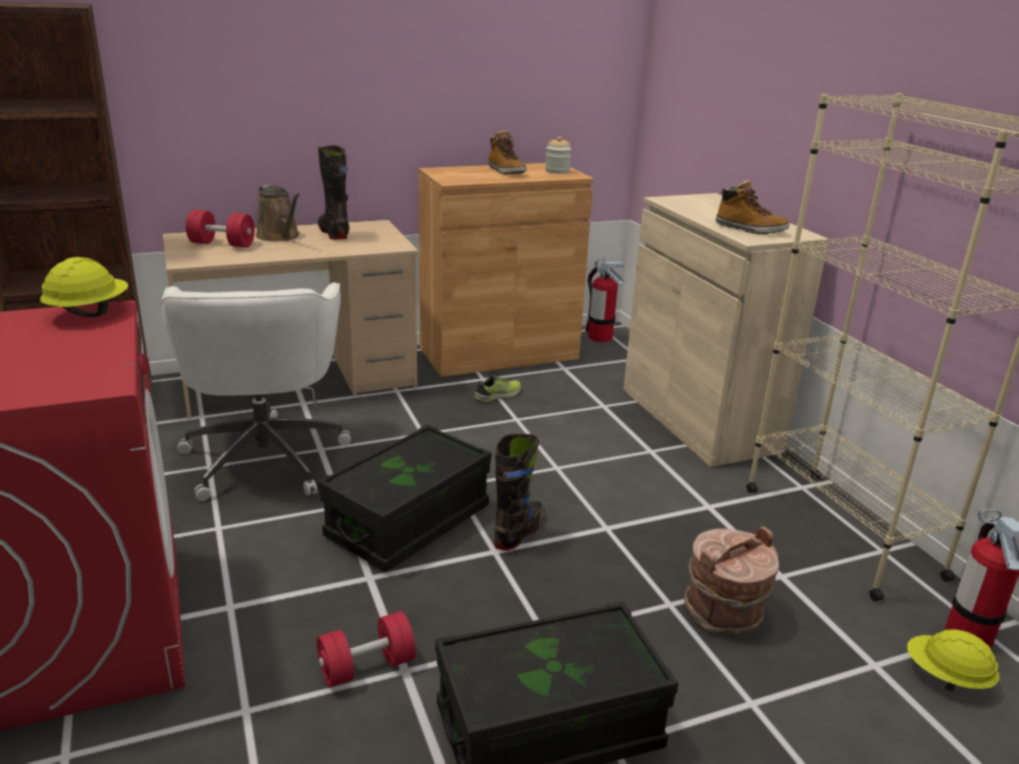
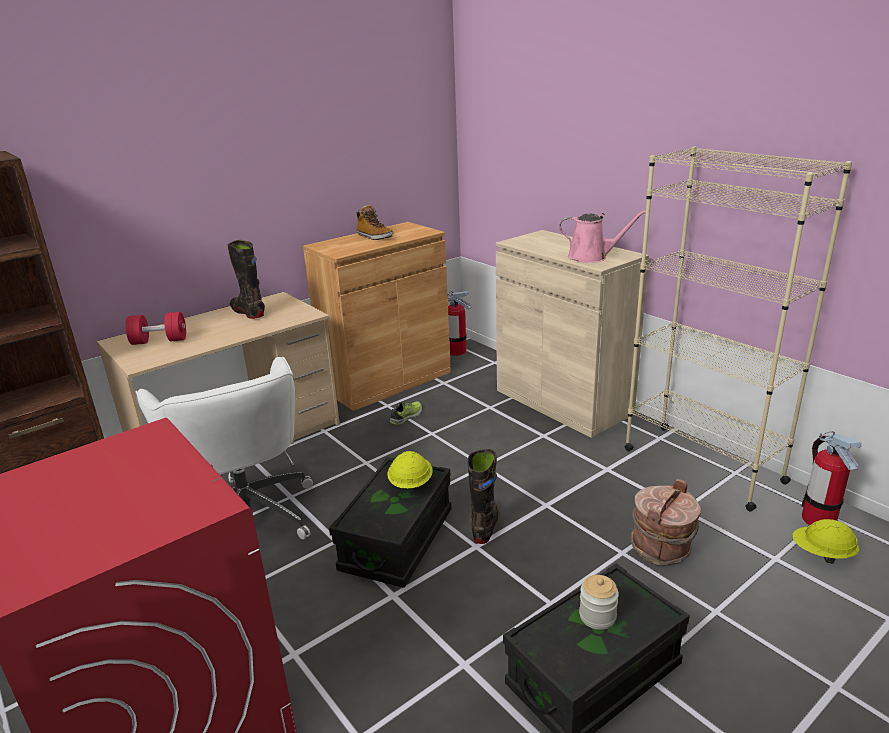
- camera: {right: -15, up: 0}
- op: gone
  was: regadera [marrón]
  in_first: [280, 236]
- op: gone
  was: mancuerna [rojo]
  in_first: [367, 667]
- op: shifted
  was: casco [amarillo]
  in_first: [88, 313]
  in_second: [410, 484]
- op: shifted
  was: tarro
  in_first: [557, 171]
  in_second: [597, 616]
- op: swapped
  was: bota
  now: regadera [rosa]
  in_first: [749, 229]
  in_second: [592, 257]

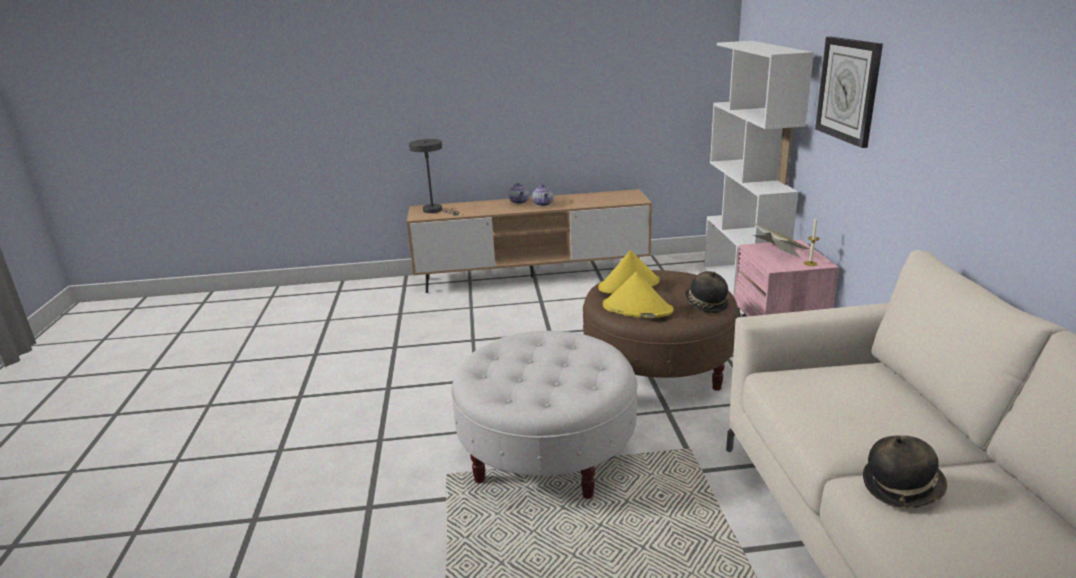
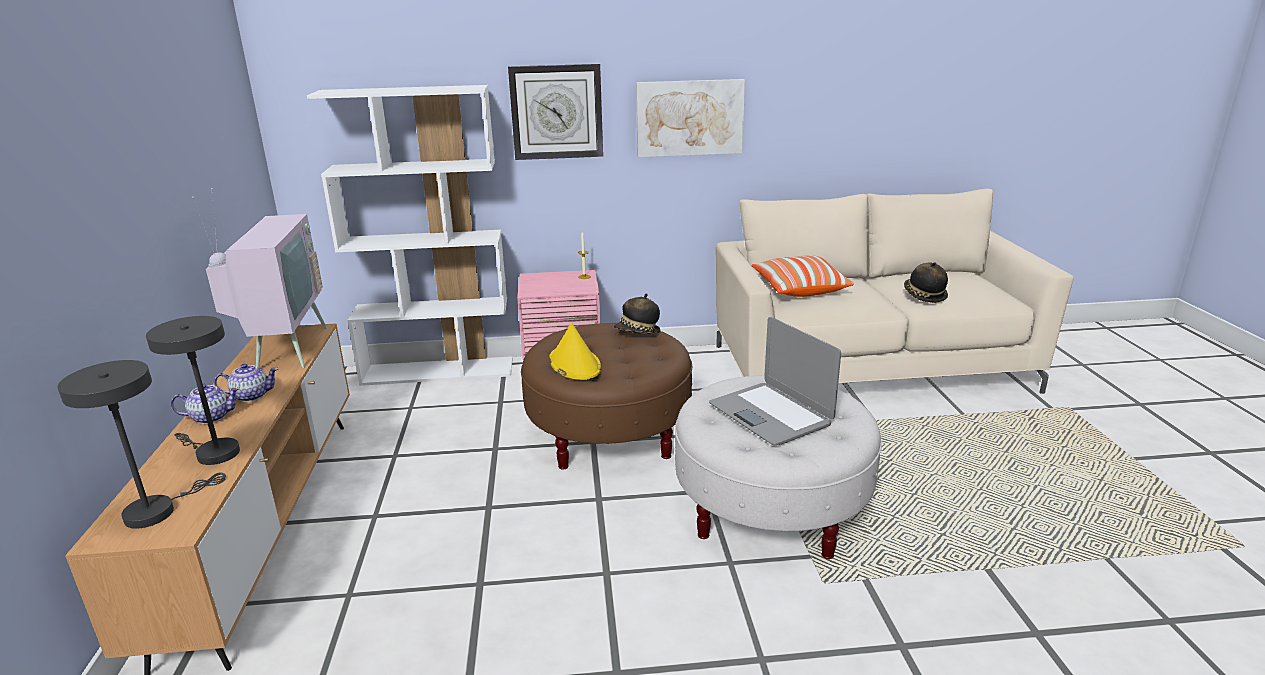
- camera: {right: -90, up: 0}
- op: gone
  was: sombrero [amarillo]
  in_first: [637, 308]
- op: gone
  was: libro
  in_first: [778, 251]
- op: new
  now: lámpara de mesa [gris]
  in_second: [213, 452]
- op: new
  now: televisor
  in_second: [284, 348]
- op: new
  now: cuadro
  in_second: [689, 117]
- op: new
  now: portátil
  in_second: [770, 414]
- op: new
  now: cojín
  in_second: [799, 289]

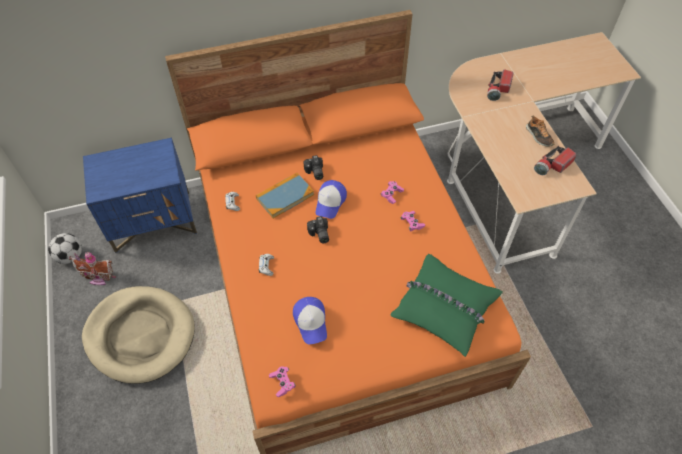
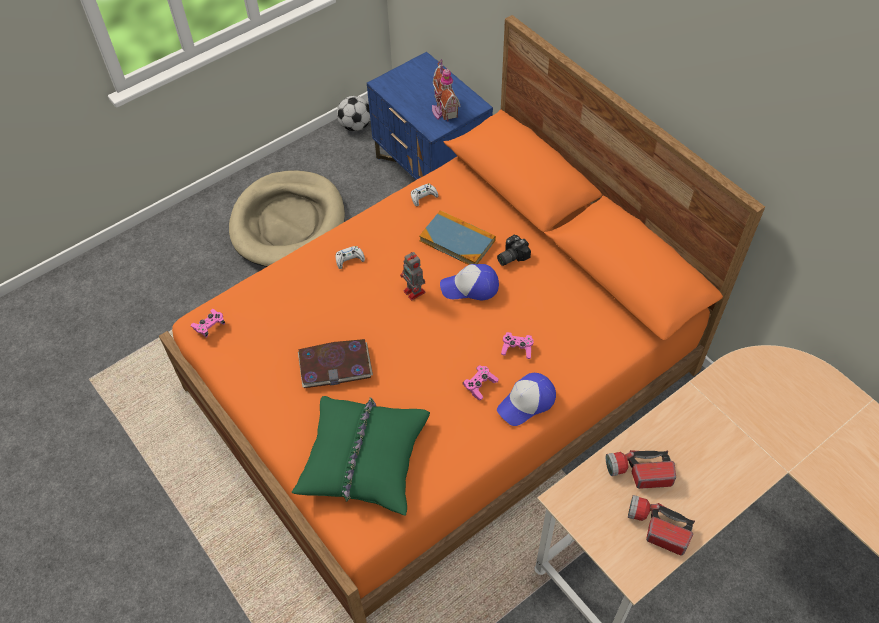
- camera: {right: 70, up: 0}
- op: gone
  was: zapato
  in_first: [538, 136]
- op: new
  now: libro
  in_second: [335, 365]
- op: shifted
  was: casita
  in_first: [99, 277]
  in_second: [443, 110]
- op: shifted
  was: gorra
  in_first: [311, 322]
  in_second: [527, 402]
- op: shifted
  was: linterna
  in_first: [498, 90]
  in_second: [638, 472]
- op: swapped
  was: cámara
  now: robot de juguete
  in_first: [319, 234]
  in_second: [415, 292]

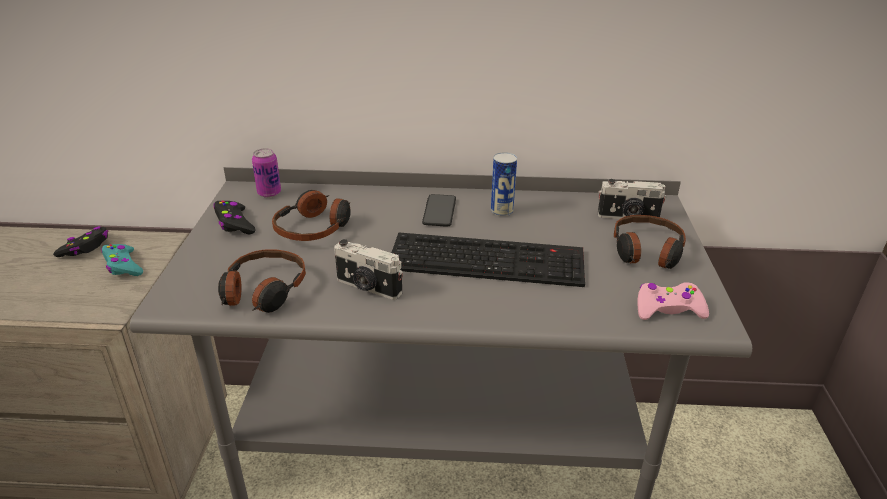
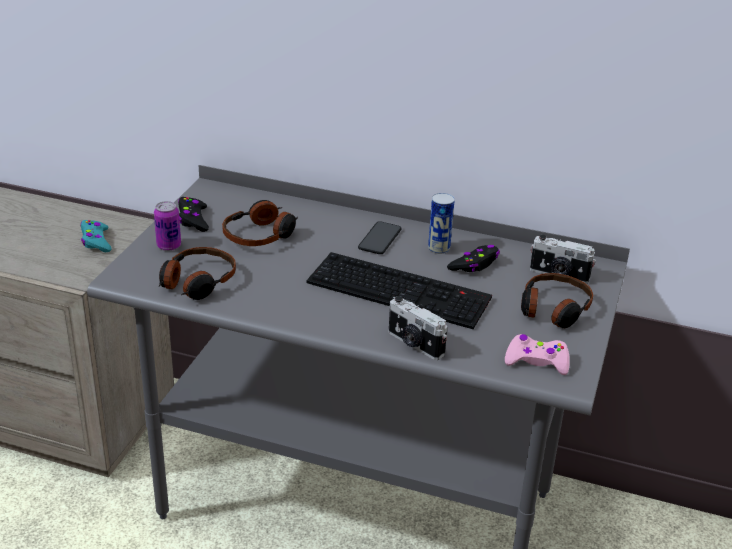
- camera: {right: 15, up: 0}
- op: shifted
  was: mando de consola [negro]
  in_first: [85, 248]
  in_second: [474, 265]
- op: shifted
  was: lata
  in_first: [269, 193]
  in_second: [169, 246]
- op: shifted
  was: cámara
  in_first: [368, 287]
  in_second: [414, 344]

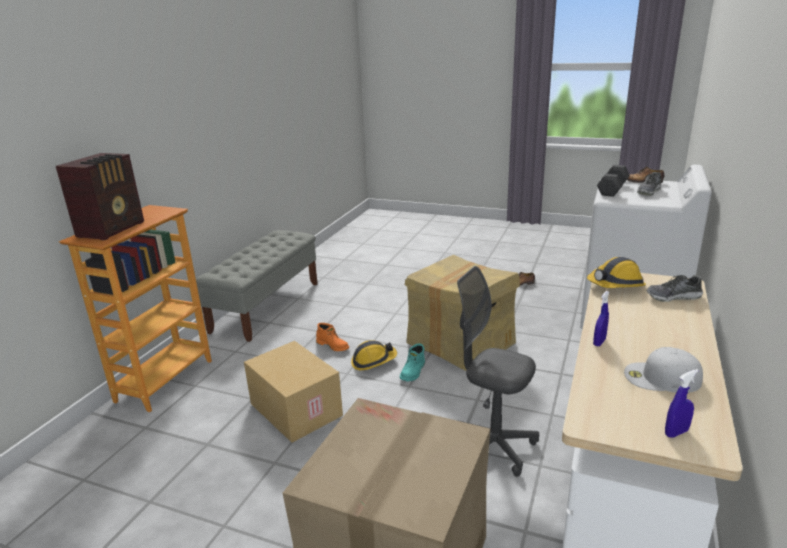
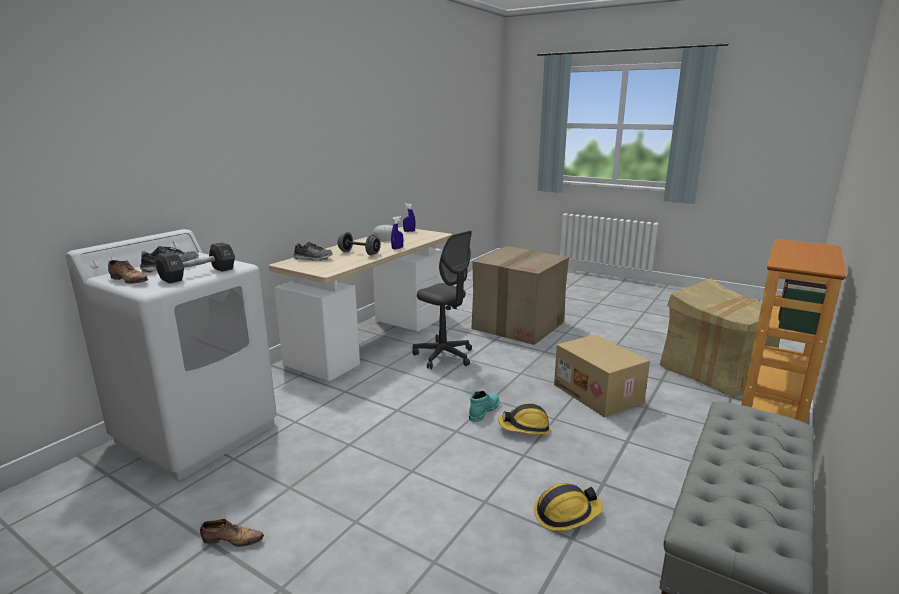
- camera: {right: -170, up: -5}
- op: gone
  was: radio
  in_first: [113, 229]
- op: gone
  was: bota [naranja]
  in_first: [333, 346]
- op: new
  now: mancuerna [gris]
  in_second: [359, 253]
- op: shifted
  was: caja de cartón
  in_first: [461, 344]
  in_second: [715, 372]
- op: shifted
  was: casco
  in_first: [615, 285]
  in_second: [566, 513]

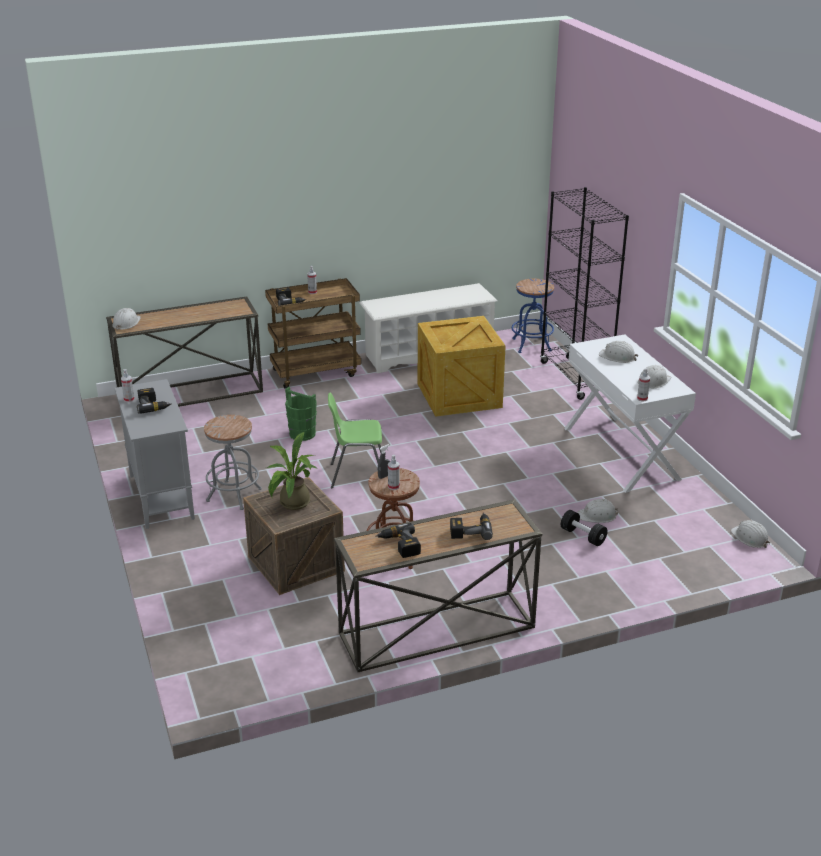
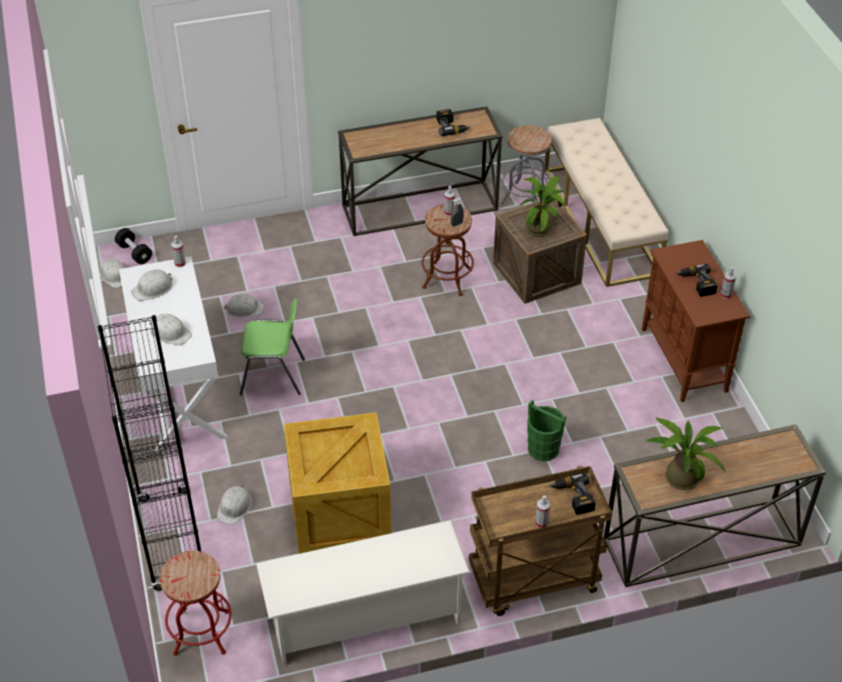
- camera: {right: -175, up: 15}
- op: gone
  was: taladro
  in_first: [470, 530]
- op: new
  now: banco [beis]
  in_second: [600, 221]
- op: new
  now: planta en maceta
  in_second: [679, 475]
- op: shifted
  was: casco [blanco]
  in_first: [126, 323]
  in_second: [234, 507]
- op: shifted
  was: taburete [gris]
  in_first: [234, 495]
  in_second: [525, 198]
- op: shifted
  was: silla [verde]
  in_first: [357, 475]
  in_second: [273, 377]
- op: shifted
  was: mancuerna [negro]
  in_first: [583, 536]
  in_second: [134, 253]
- op: repainted
  was: armario [gris]
  now: armario [marrón]
  in_first: [161, 496]
  in_second: [684, 360]
- op: repainted
  was: taburete [azul]
  now: taburete [rojo]
  in_first: [531, 345]
  in_second: [201, 632]

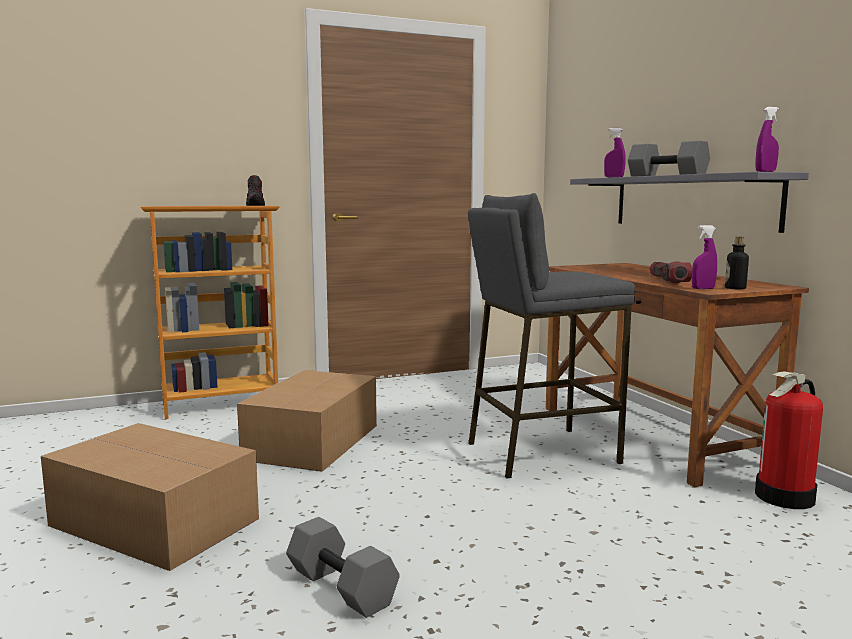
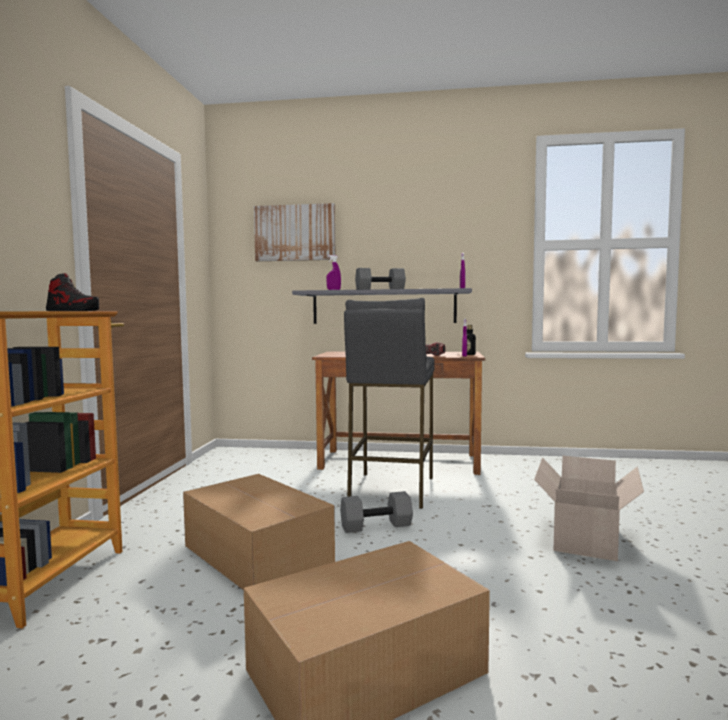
- camera: {right: -60, up: -5}
- op: gone
  was: extintor
  in_first: [785, 497]
- op: new
  now: cuadro
  in_second: [295, 233]
- op: new
  now: caja de cartón
  in_second: [584, 539]
- op: shifted
  was: mancuerna [gris]
  in_first: [343, 587]
  in_second: [376, 525]

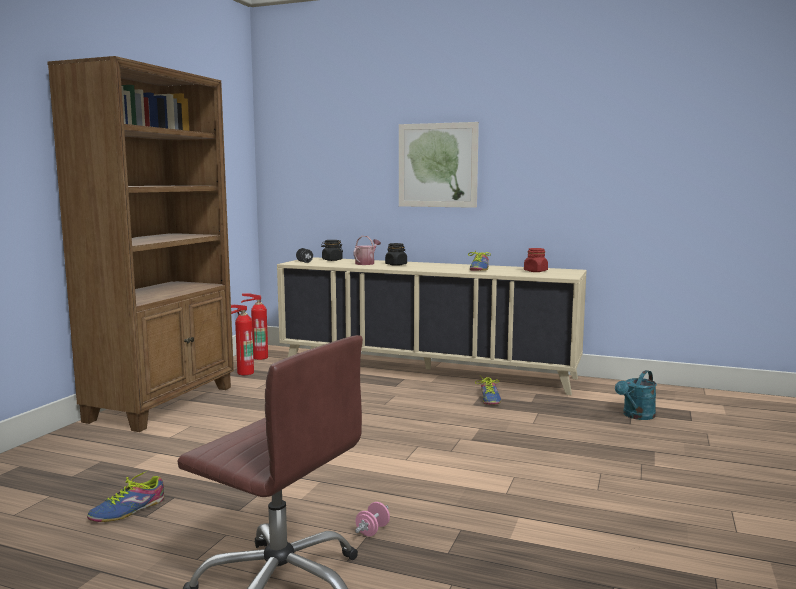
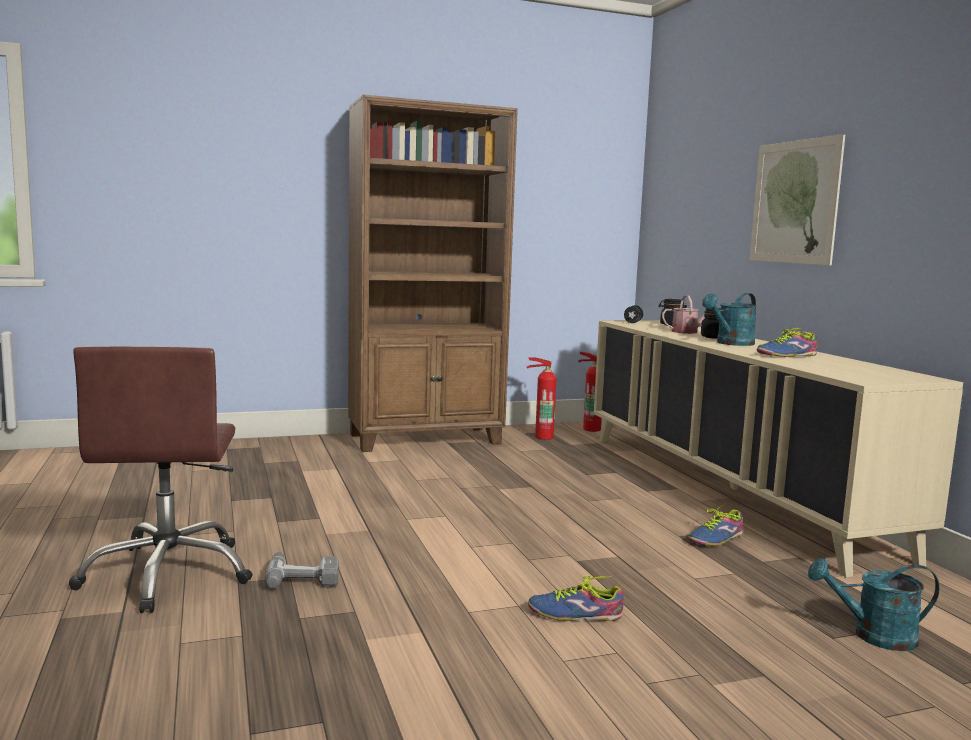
- camera: {right: 50, up: 0}
- op: gone
  was: tarro [rojo]
  in_first: [535, 271]
- op: new
  now: regadera [turquesa]
  in_second: [731, 343]
- op: shifted
  was: zapato
  in_first: [128, 510]
  in_second: [575, 614]
- op: swapped
  was: mancuerna [rosa]
  now: taladro
  in_first: [372, 530]
  in_second: [303, 576]

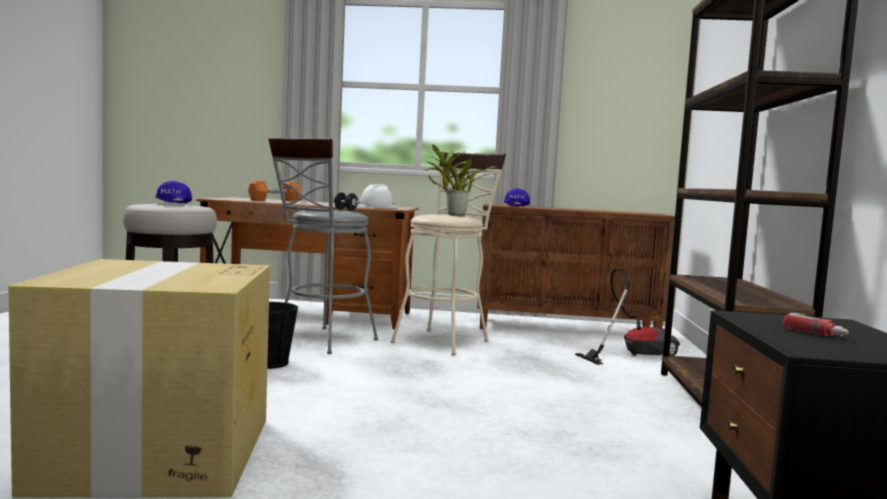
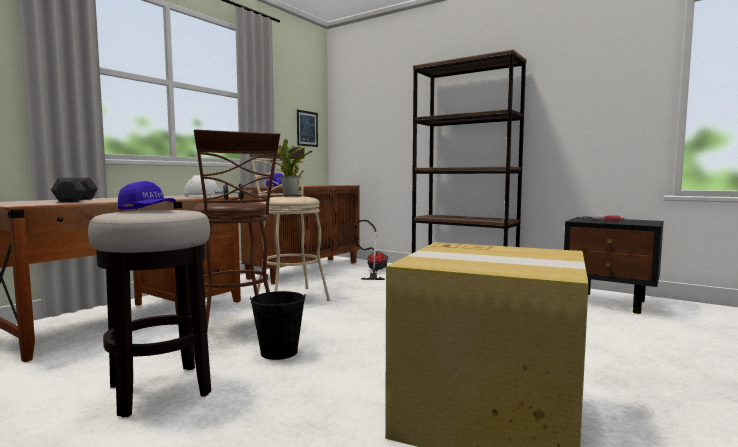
- camera: {right: -60, up: 0}
- op: new
  now: cuadro
  in_second: [307, 128]
- op: repainted
  was: mancuerna [naranja]
  now: mancuerna [gris]
  in_first: [274, 200]
  in_second: [76, 200]
- op: repainted
  was: taburete [gris]
  now: taburete [marrón]
  in_first: [320, 341]
  in_second: [236, 327]

